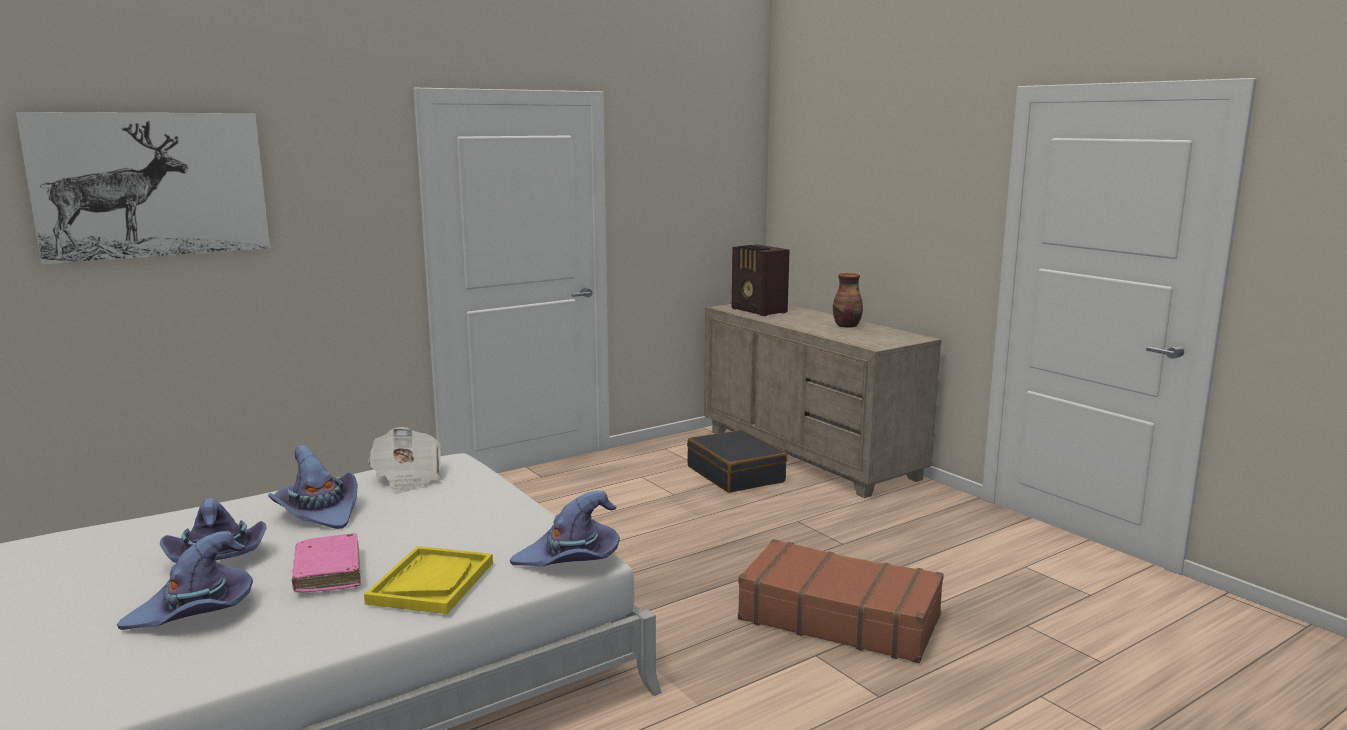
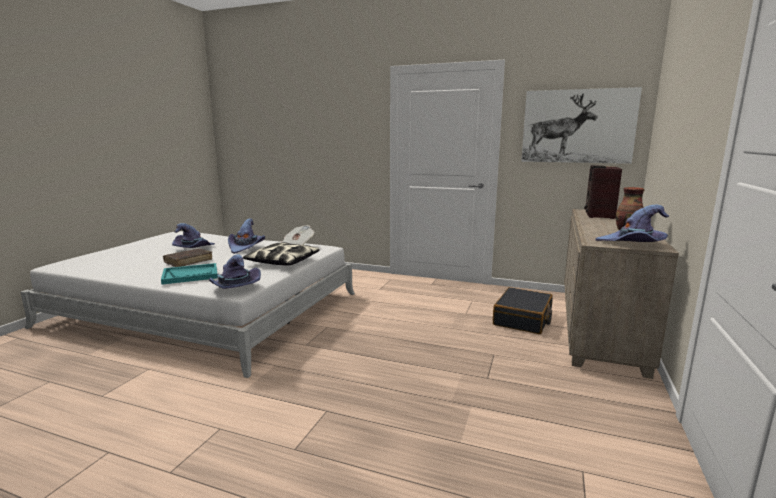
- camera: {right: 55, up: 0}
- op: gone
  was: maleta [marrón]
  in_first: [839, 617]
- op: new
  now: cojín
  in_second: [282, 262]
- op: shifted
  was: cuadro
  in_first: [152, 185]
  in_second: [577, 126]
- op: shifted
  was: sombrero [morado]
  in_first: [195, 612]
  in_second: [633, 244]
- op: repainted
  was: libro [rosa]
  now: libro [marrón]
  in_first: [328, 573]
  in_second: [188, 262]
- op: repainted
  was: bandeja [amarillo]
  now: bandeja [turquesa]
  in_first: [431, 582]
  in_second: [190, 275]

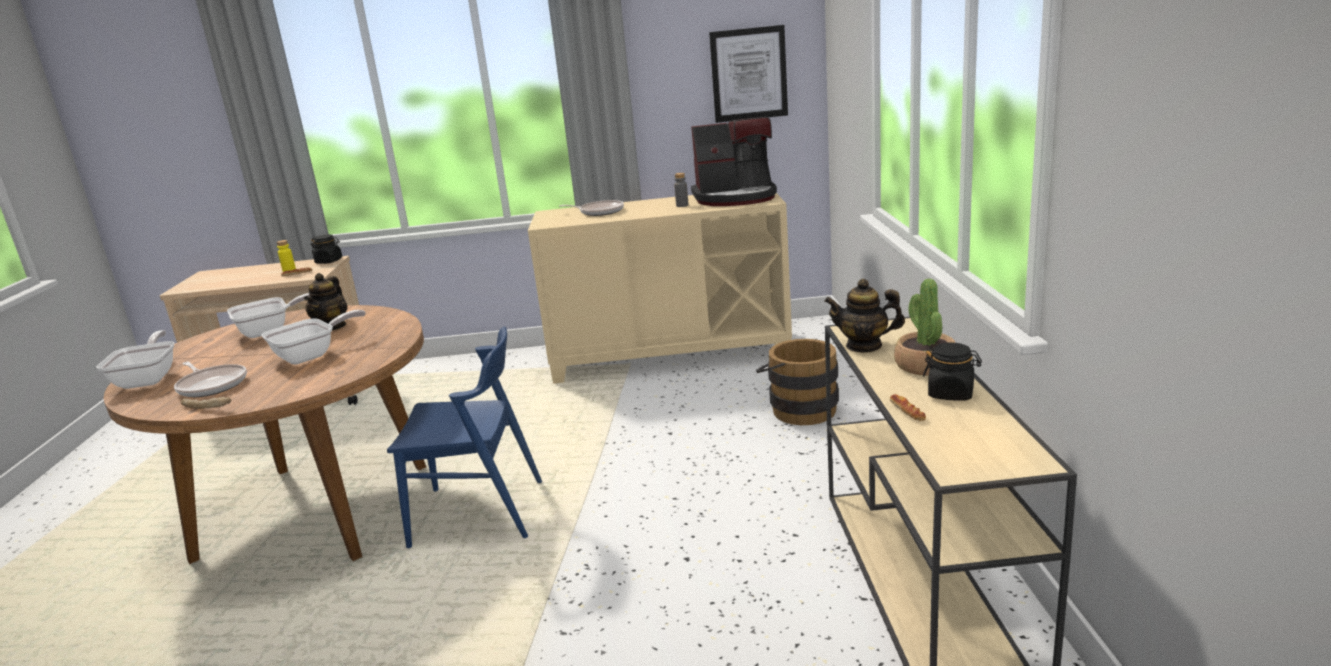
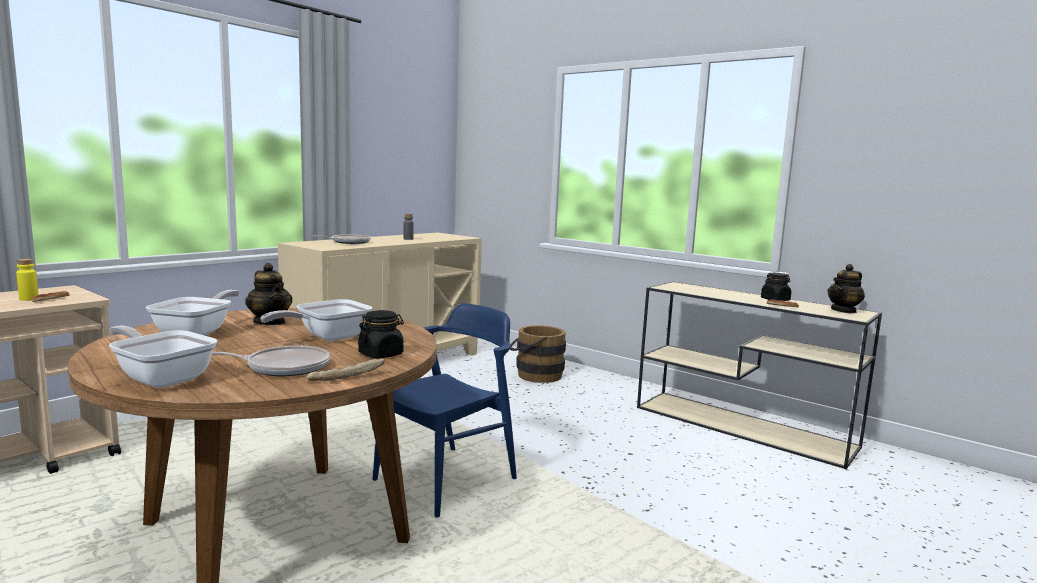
- camera: {right: -50, up: -10}
- op: gone
  was: cafetera
  in_first: [735, 197]
- op: gone
  was: cuadro
  in_first: [749, 74]
- op: gone
  was: planta en maceta
  in_first: [925, 365]
- op: shifted
  was: tarro [negro]
  in_first: [329, 261]
  in_second: [381, 354]
- op: shifted
  was: tetera
  in_first: [864, 346]
  in_second: [844, 310]
- op: rotated
  was: sartén
  in_first: [312, 355]
  in_second: [327, 337]
  clockwise: -135

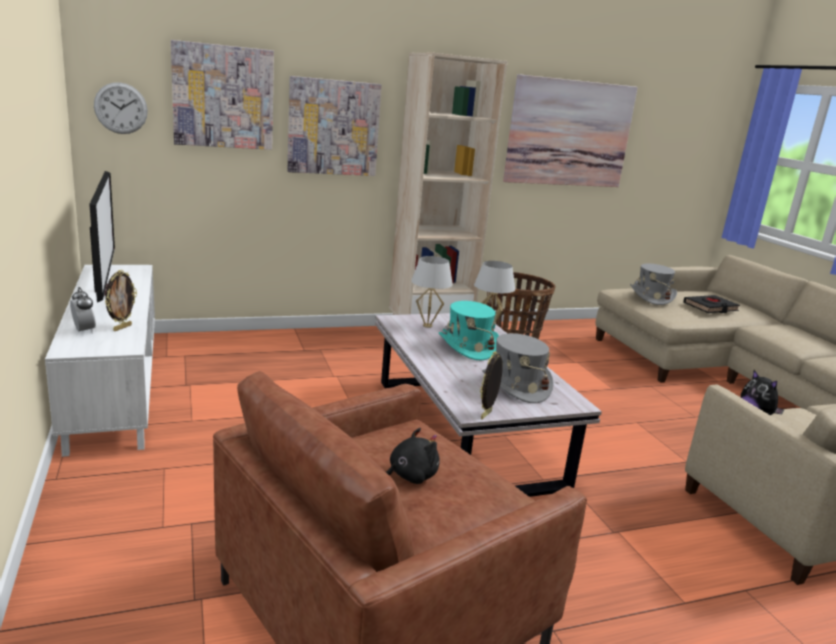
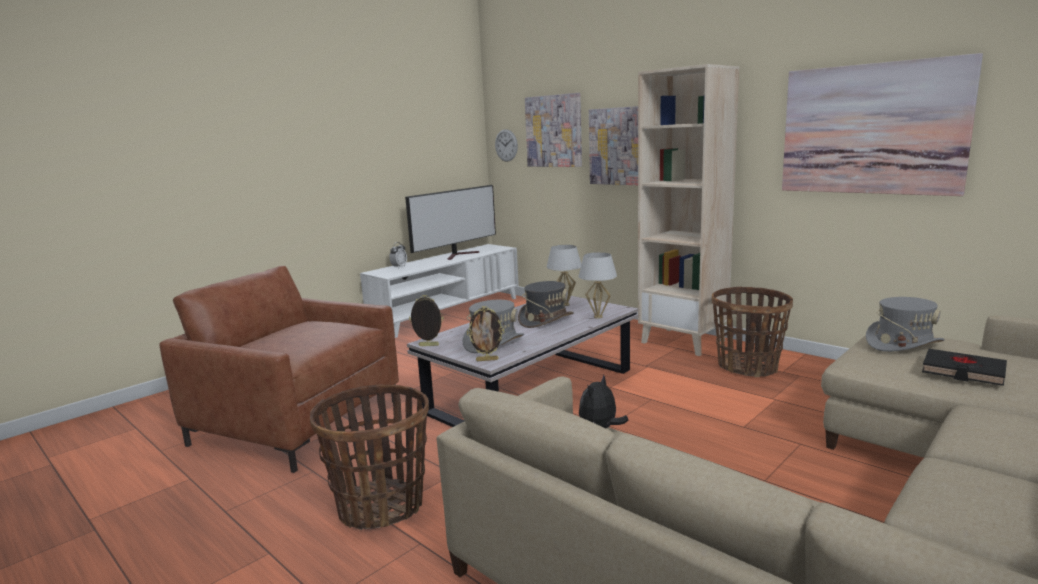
- camera: {right: 65, up: -5}
- op: gone
  was: peluche [negro]
  in_first: [409, 476]
- op: new
  now: cesta
  in_second: [381, 506]
- op: shifted
  was: portarretratos
  in_first: [122, 327]
  in_second: [487, 360]
- op: repainted
  was: sombrero [turquesa]
  now: sombrero [gris]
  in_first: [467, 346]
  in_second: [546, 320]

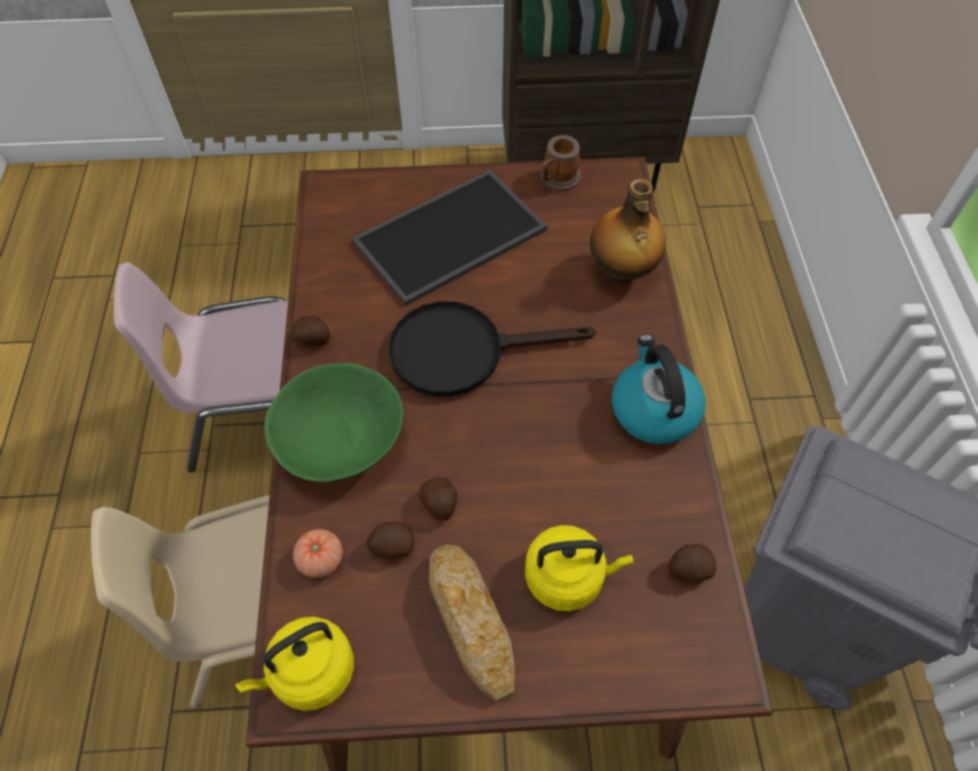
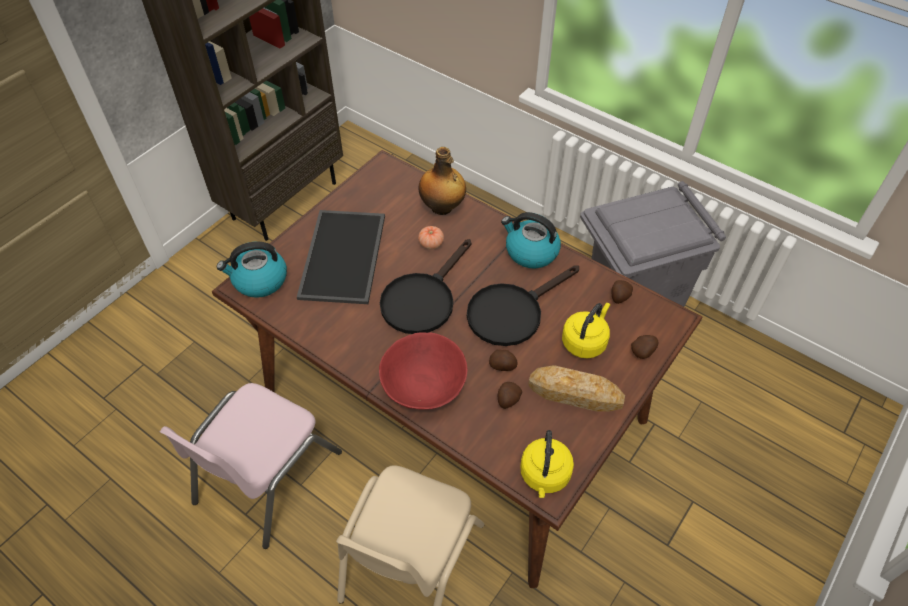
- camera: {right: -50, up: -5}
- op: gone
  was: taza grande
  in_first: [557, 180]
- op: new
  now: hervidor
  in_second: [259, 280]
- op: new
  now: sartén [negro]
  in_second: [512, 312]
- op: shifted
  was: patata
  in_first: [313, 339]
  in_second: [643, 351]
- op: shifted
  was: tomate
  in_first: [321, 559]
  in_second: [431, 243]
- op: repainted
  was: cuenco [verde]
  now: cuenco [rojo]
  in_first: [340, 440]
  in_second: [424, 384]

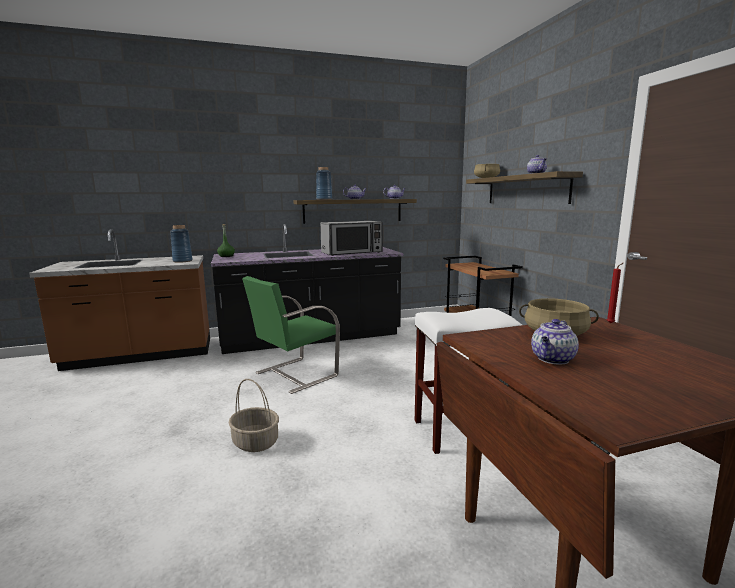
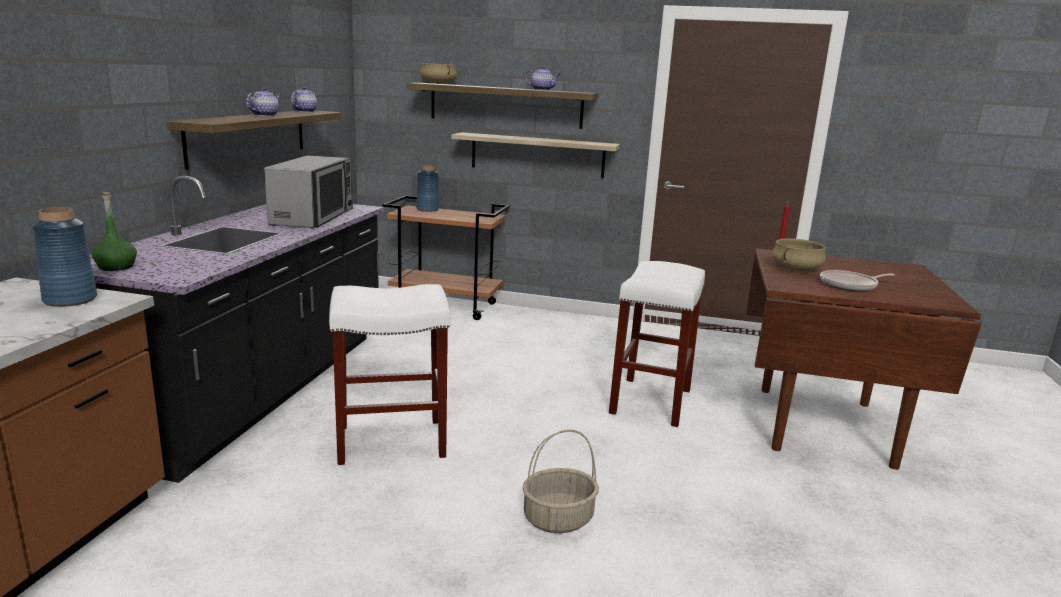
- camera: {right: -60, up: 5}
- op: new
  now: estante
  in_second: [537, 155]
- op: shifted
  was: florero [azul]
  in_first: [324, 199]
  in_second: [427, 209]
- op: swapped
  was: silla [verde]
  now: taburete [blanco]
  in_first: [295, 374]
  in_second: [389, 441]
- op: swapped
  was: tetera
  now: sartén
  in_first: [553, 359]
  in_second: [850, 285]

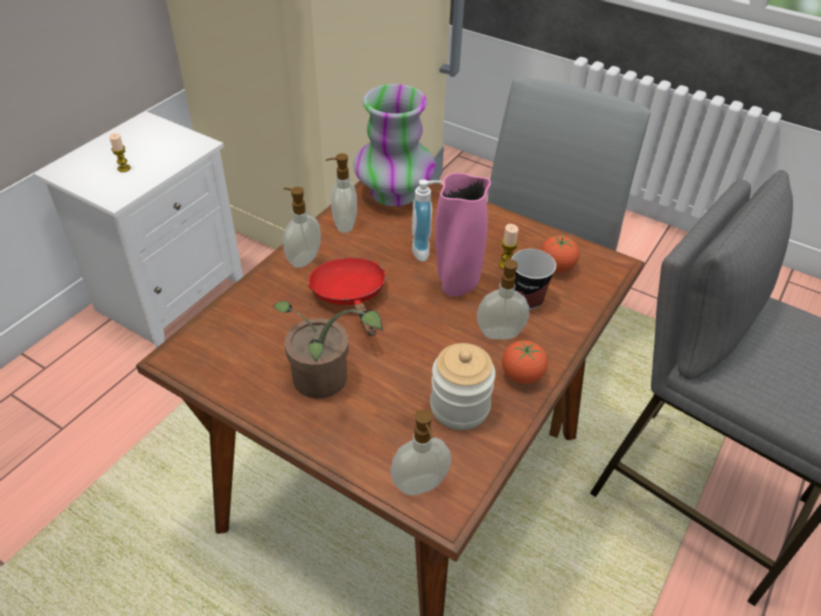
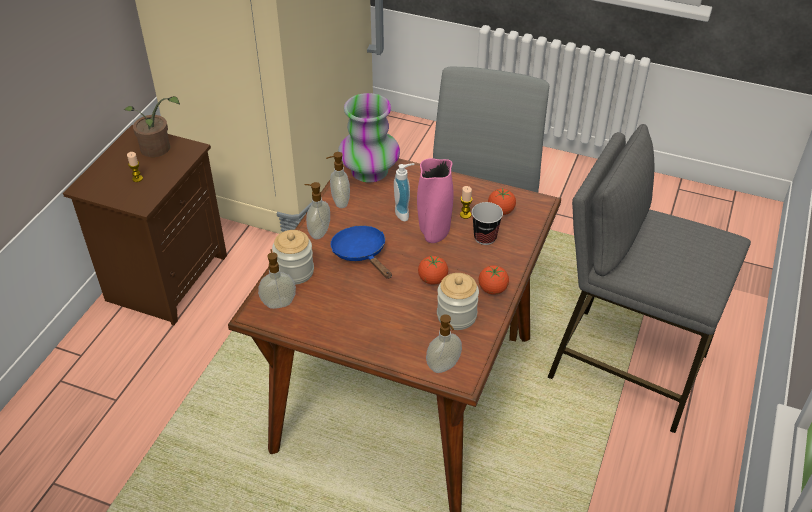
- camera: {right: -10, up: 0}
- op: new
  now: tarro
  in_second: [295, 271]
- op: new
  now: tomate
  in_second: [432, 279]
- op: shifted
  was: planta en maceta
  in_first: [324, 383]
  in_second: [158, 150]
- op: shifted
  was: dispensador de jabón
  in_first: [499, 332]
  in_second: [278, 303]
- op: repainted
  was: mesita de noche [blanco]
  now: mesita de noche [marrón]
  in_first: [170, 293]
  in_second: [166, 277]
- op: repainted
  was: sartén [rojo]
  now: sartén [azul]
  in_first: [350, 296]
  in_second: [361, 254]

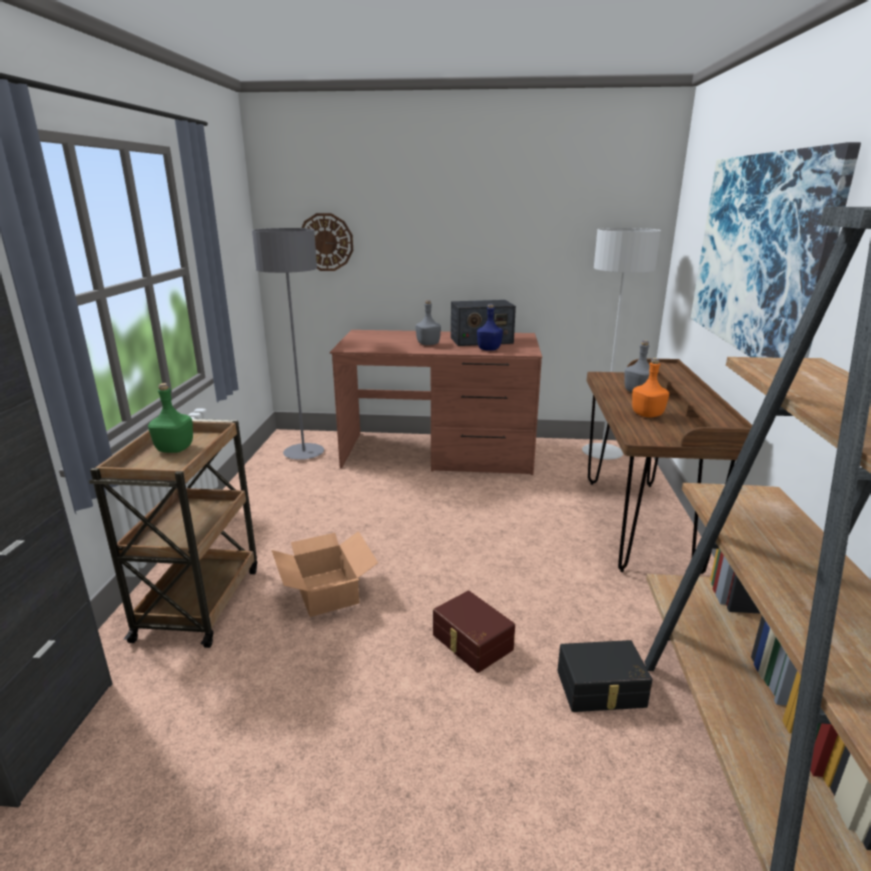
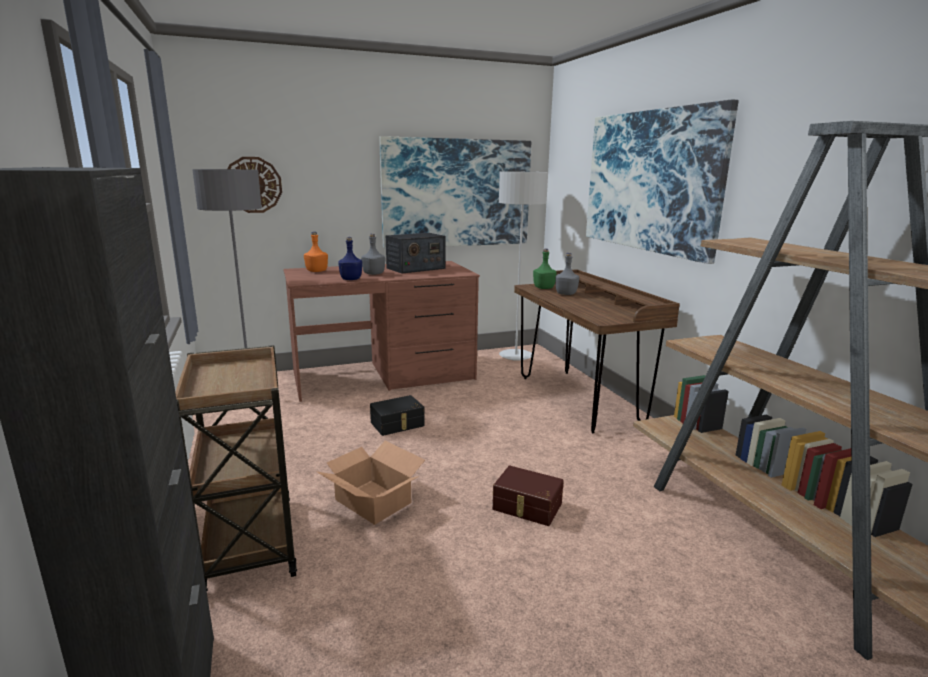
- camera: {right: -25, up: -5}
- op: new
  now: cuadro
  in_second: [457, 193]
- op: shifted
  was: botella [verde]
  in_first: [175, 449]
  in_second: [543, 288]
- op: shifted
  was: botella [azul]
  in_first: [489, 349]
  in_second: [351, 279]
- op: shifted
  was: caja de almacenaje [negro]
  in_first: [601, 689]
  in_second: [398, 424]
- op: shifted
  was: botella [naranja]
  in_first: [647, 414]
  in_second: [317, 271]

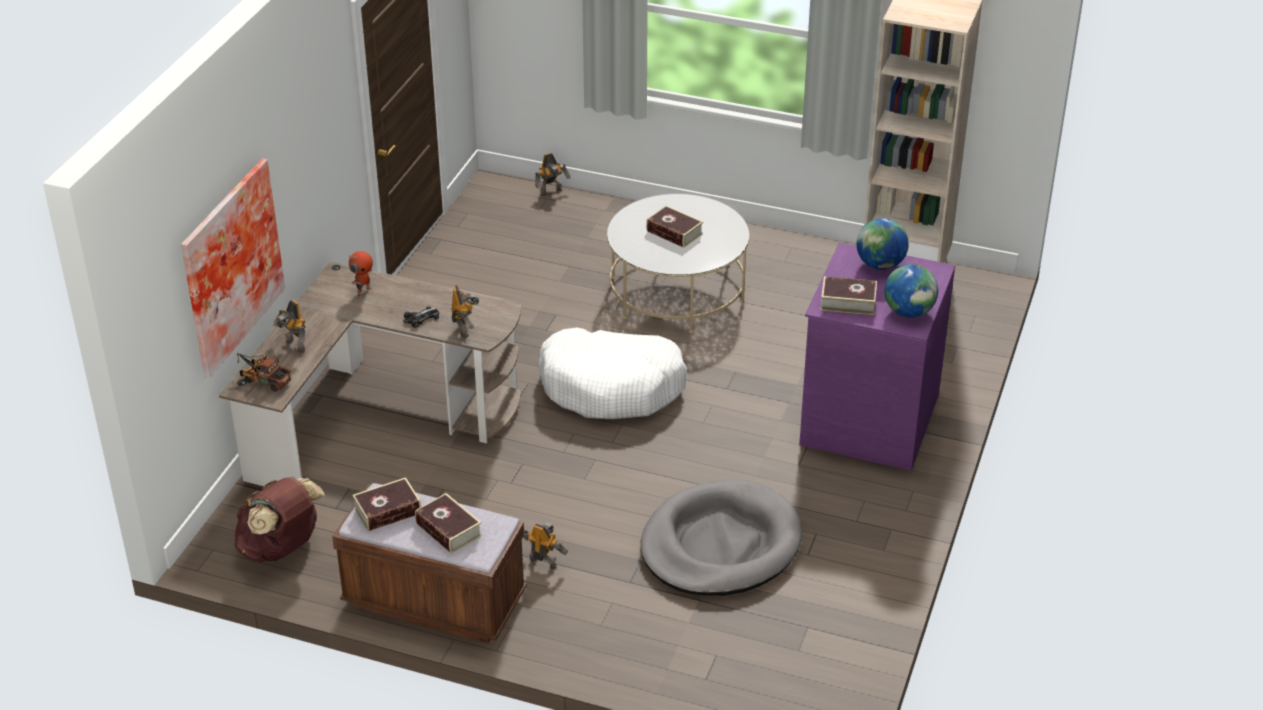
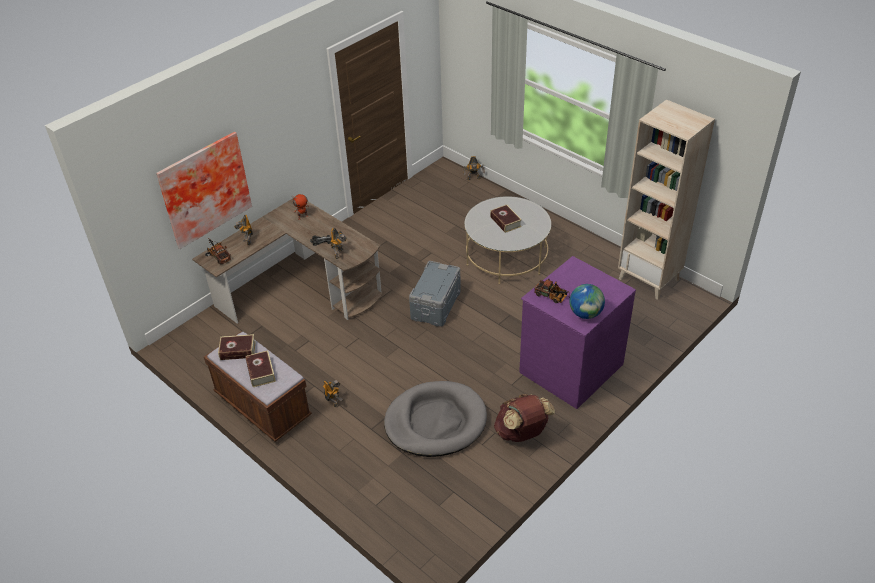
- camera: {right: 25, up: 5}
- op: gone
  was: globo terráqueo
  in_first: [880, 265]
- op: shifted
  was: mochila [marrón]
  in_first: [281, 548]
  in_second: [522, 433]
- op: swapped
  was: cama para perro [blanco]
  now: caja de almacenaje [gris]
  in_first: [612, 387]
  in_second: [435, 305]
- op: swapped
  was: libro
  now: camión de juguete
  in_first: [848, 302]
  in_second: [552, 296]

